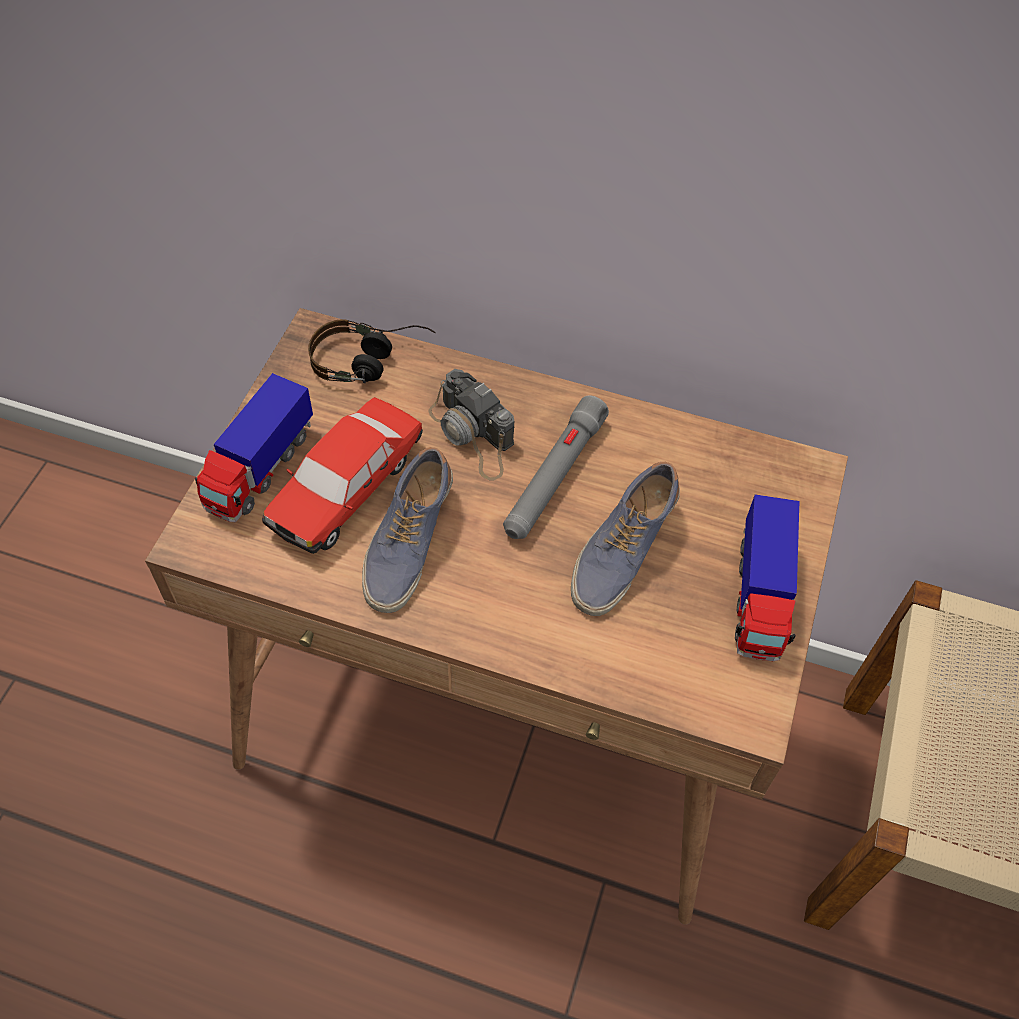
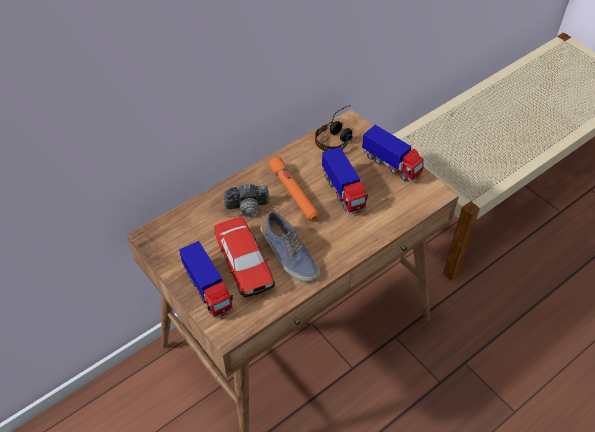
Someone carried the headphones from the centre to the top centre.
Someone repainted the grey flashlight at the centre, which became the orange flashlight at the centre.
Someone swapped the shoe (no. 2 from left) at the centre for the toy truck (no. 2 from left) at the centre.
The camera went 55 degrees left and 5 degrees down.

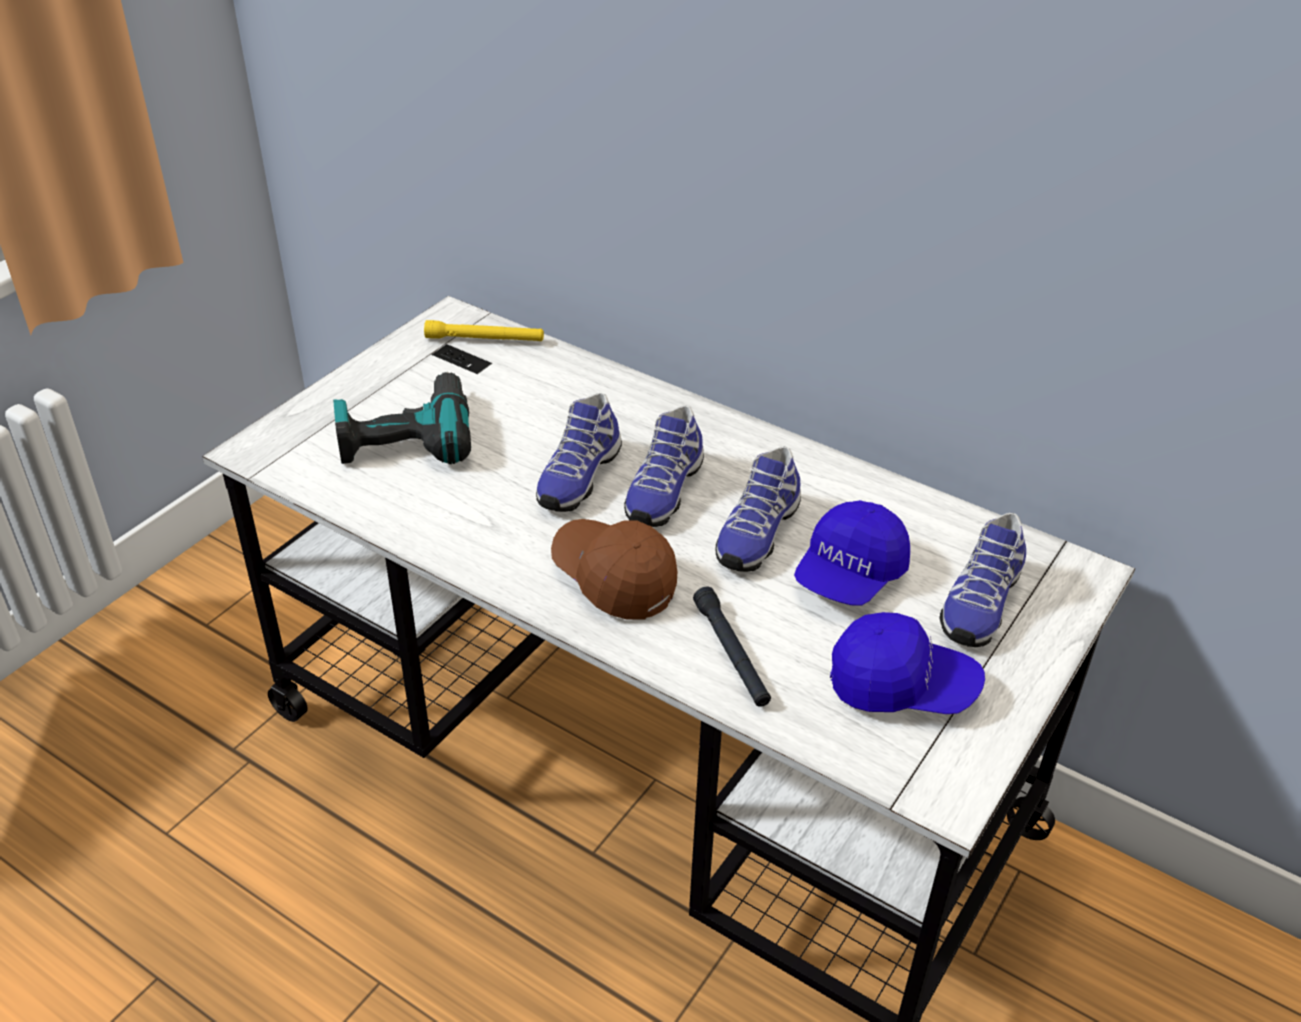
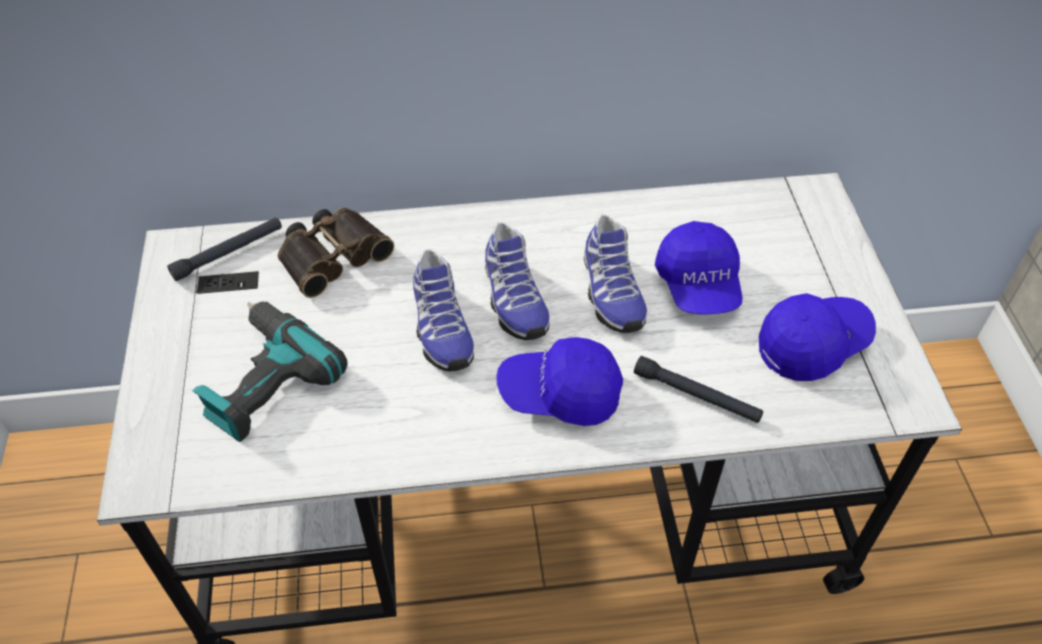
Someone repainted the yellow flashlight at the top centre, which became the black flashlight (no. 1 from left) at the middle left.
Someone took away the shoe (no. 4 from left) at the middle right.
Someone repainted the brown cap at the centre, which became the blue cap (no. 1 from left) at the centre.
Someone put down the binoculars at the middle left.
The camera went 40 degrees left and 10 degrees up.

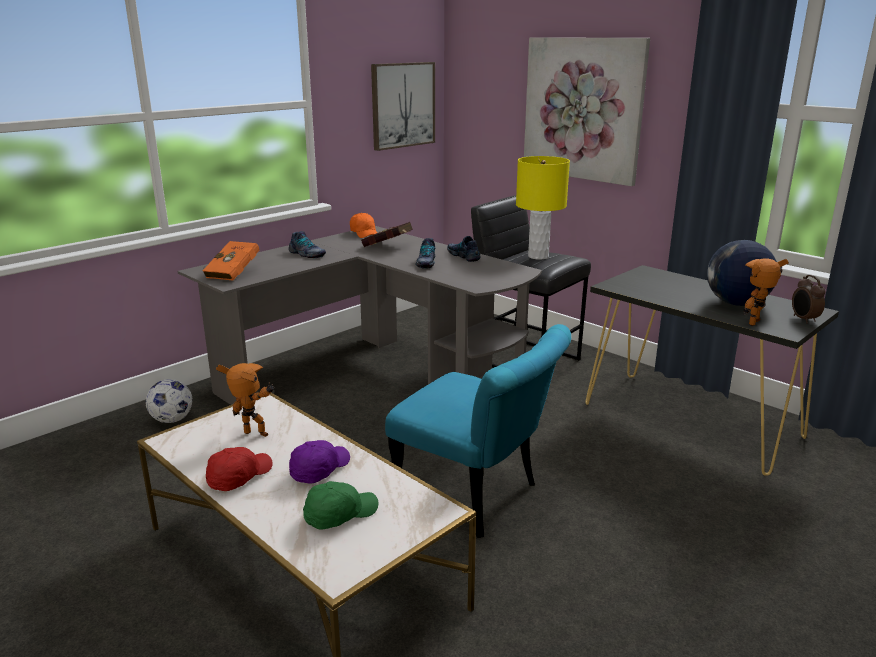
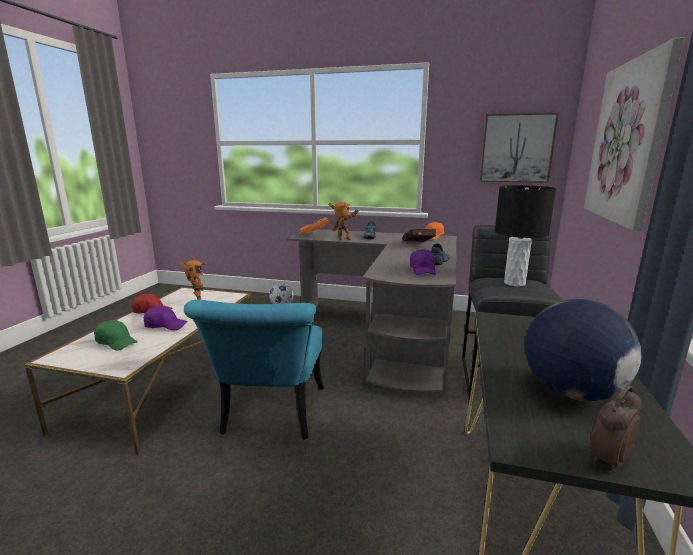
Someone repainted the yellow table lamp at the top centre, which became the black table lamp at the middle right.
Someone took away the shoe (no. 2 from left) at the centre.
Someone carried the toy robot (no. 2 from left) from the middle right to the centre.
Someone put down the purple cap (no. 2 from left) at the centre.
The camera went 60 degrees right and 5 degrees down.

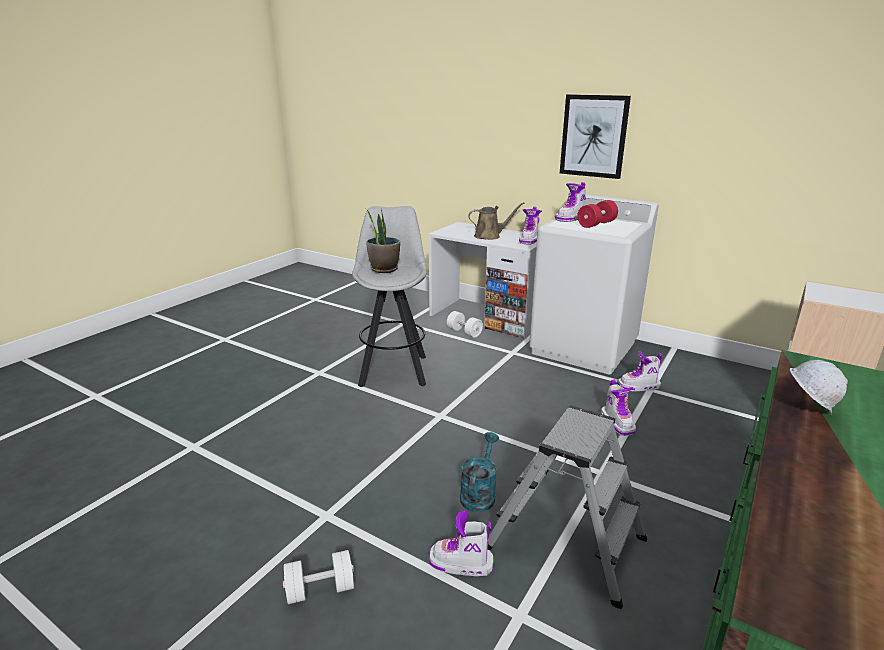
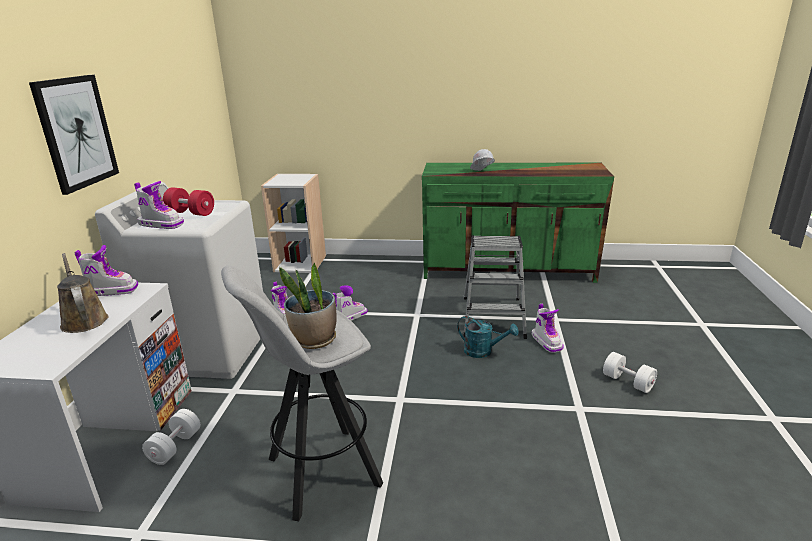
Someone rotated the turquoise watering can at the bottom centre by 150 degrees counterclockwise.
The camera went 115 degrees left and 0 degrees up.

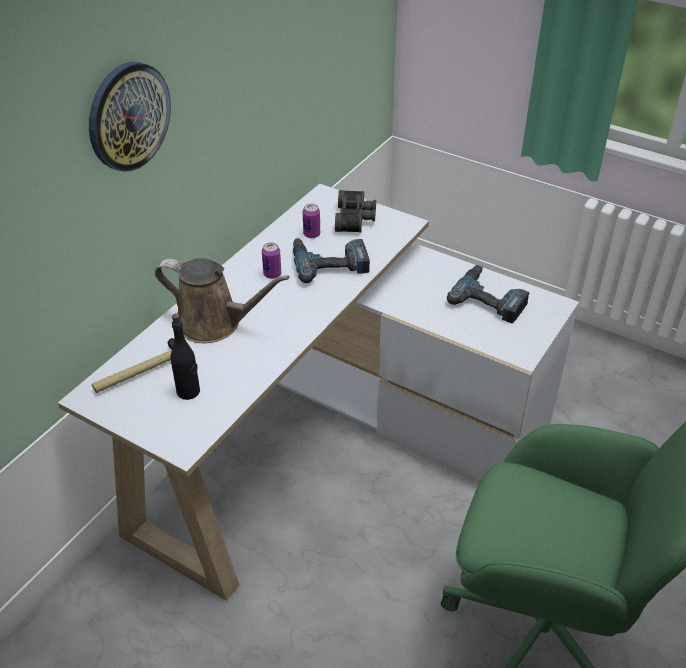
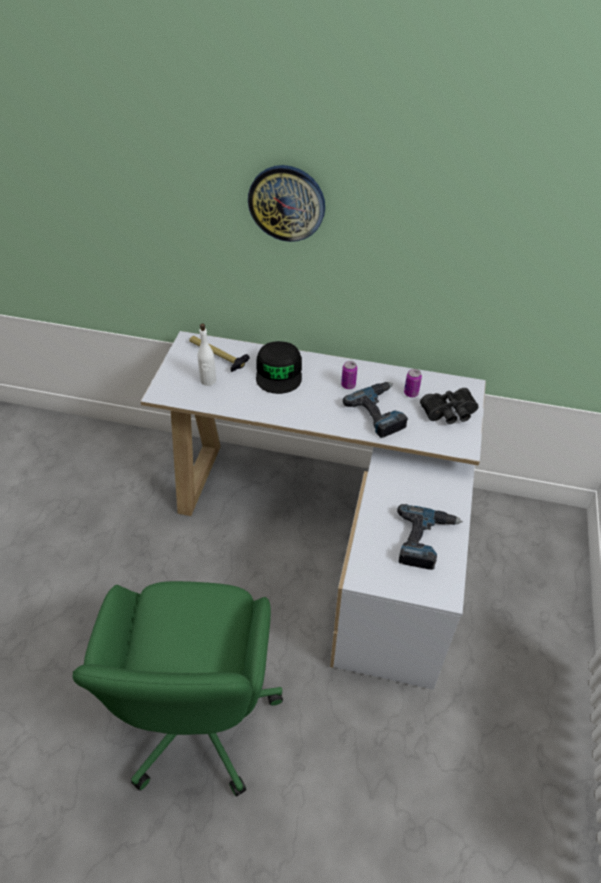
Someone swapped the brown watering can at the middle left for the black cap at the centre.
Someone repainted the black bottle at the middle left, which became the white bottle at the centre.
The camera went 70 degrees right and 5 degrees up.

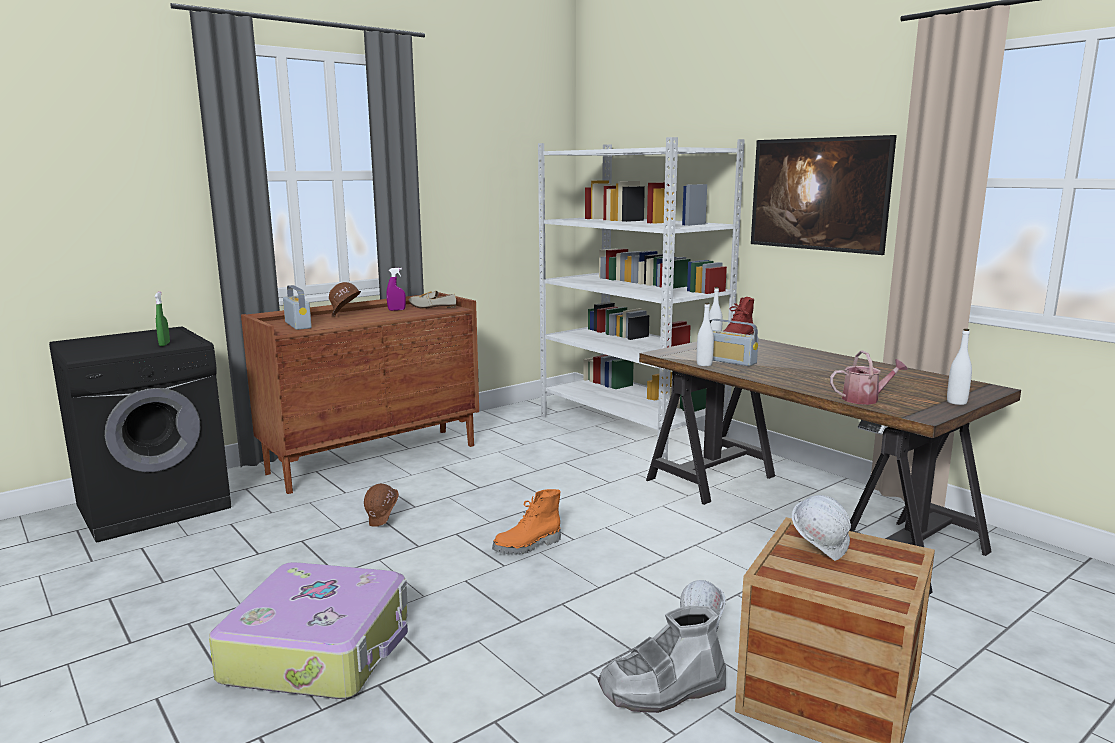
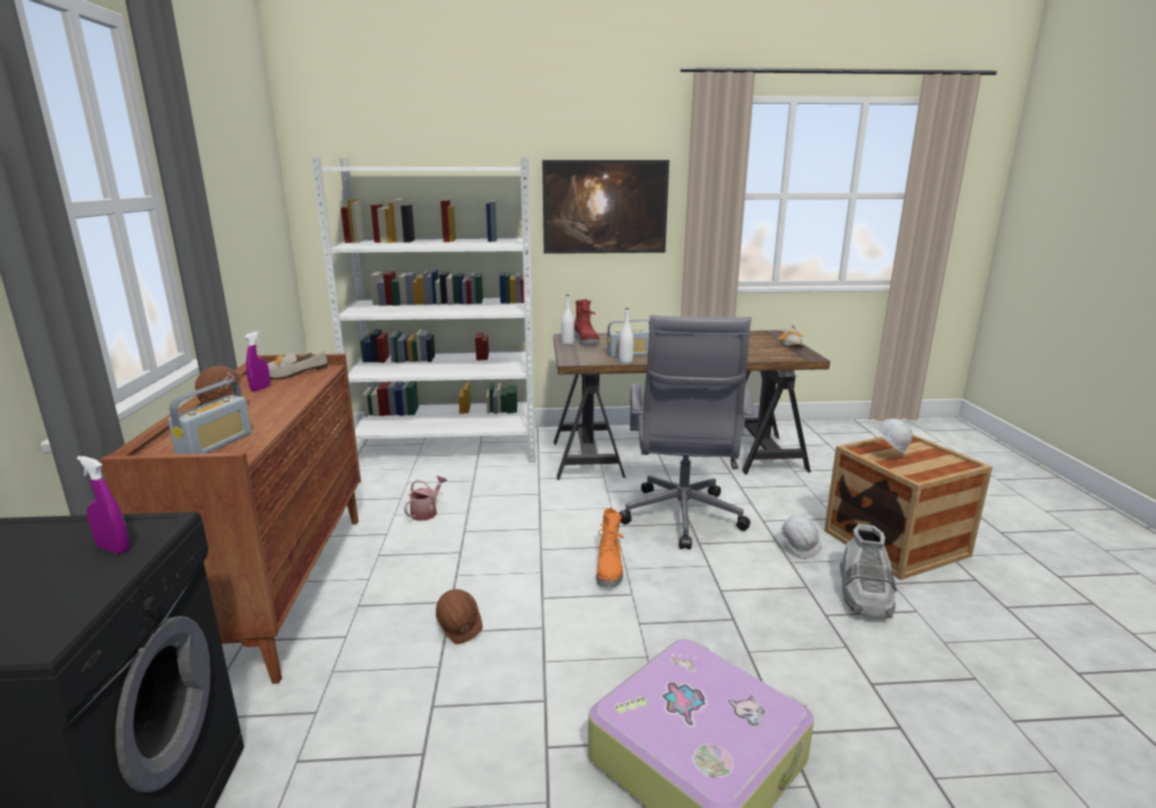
Someone rotated the radio (no. 1 from left) at the middle left by 105 degrees clockwise.
Someone repainted the green spray bottle at the middle left, which became the purple spray bottle (no. 1 from left) at the middle left.
Someone swapped the white bottle (no. 3 from left) at the middle right for the shoe (no. 2 from left) at the middle right.
Someone carried the watering can from the middle right to the centre.
Someone put down the grey office chair at the centre.
The camera went 55 degrees left and 5 degrees up.

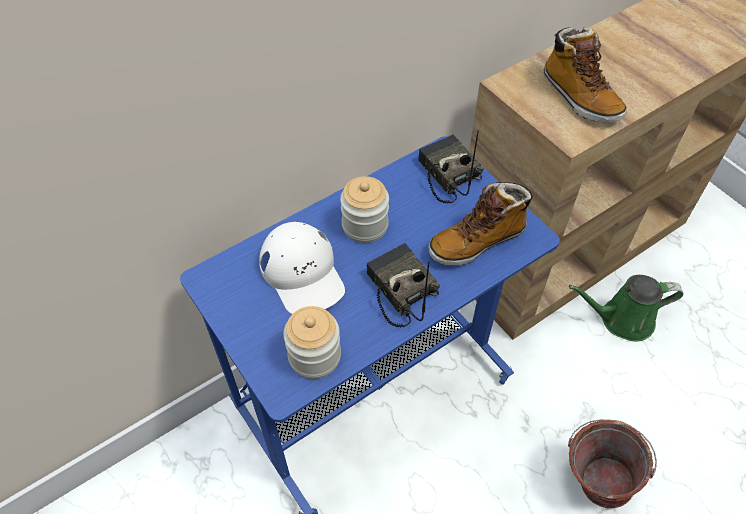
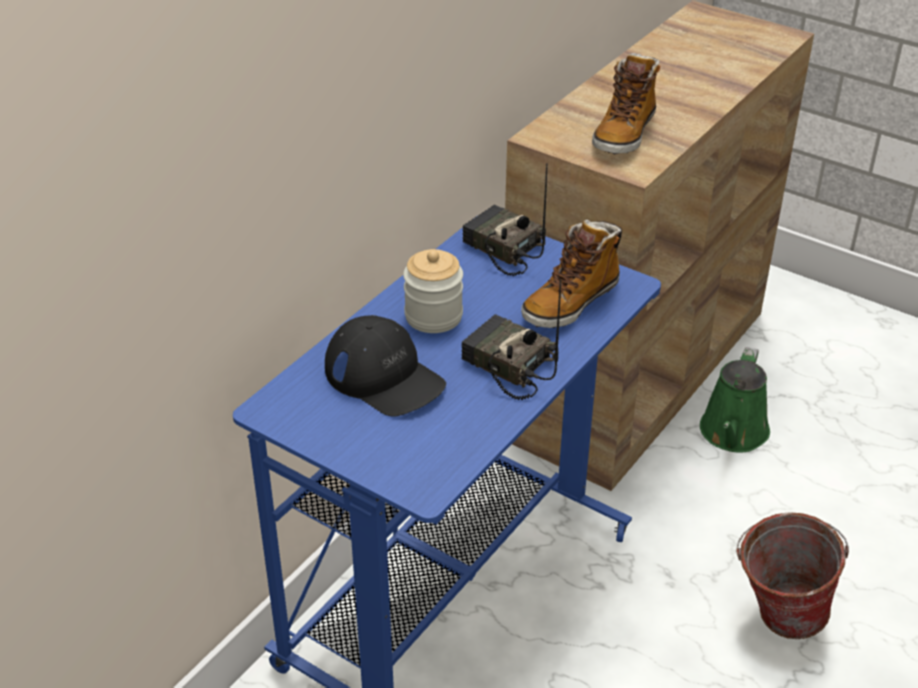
Someone rotated the boot (no. 2 from left) at the top right by 75 degrees clockwise.
Someone repainted the white cap at the centre, which became the black cap at the centre.
Someone rotated the green watering can at the middle right by 45 degrees counterclockwise.
Someone took away the jar (no. 1 from left) at the centre.
The camera went 20 degrees left and 15 degrees down.

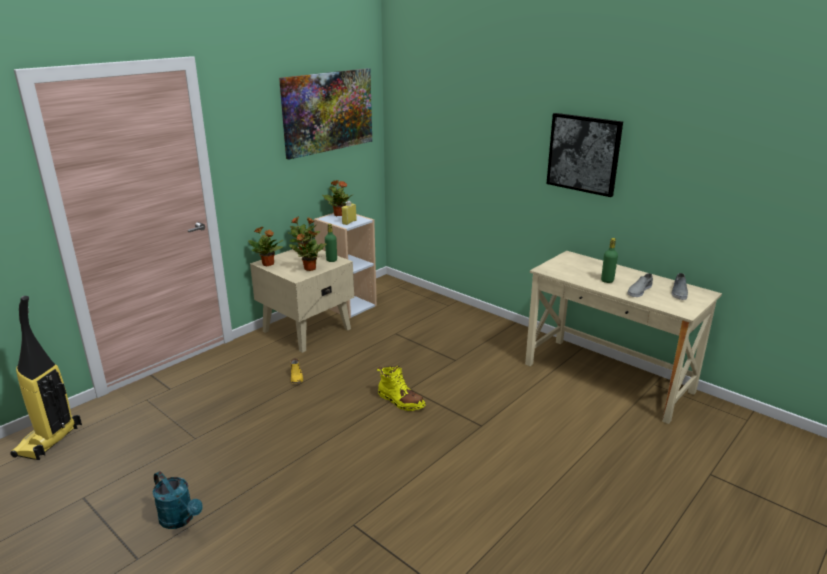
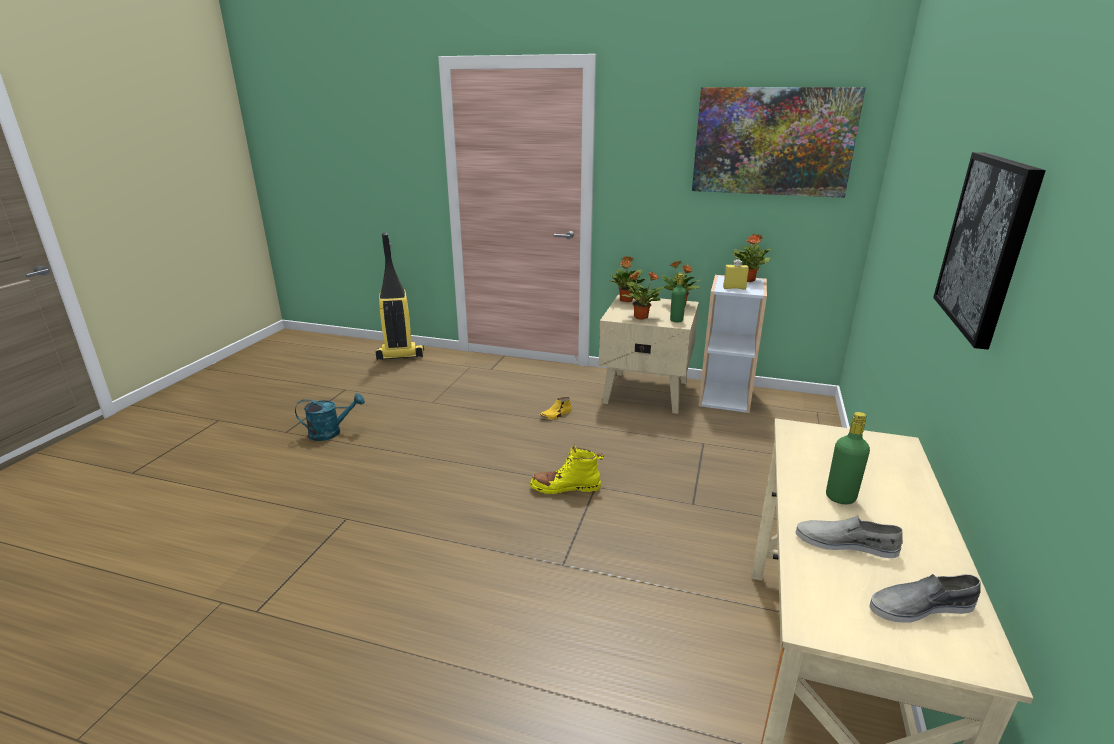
Someone rotated the yellow boot at the bottom centre by 75 degrees clockwise.
Someone rotated the turquoise watering can at the bottom left by 120 degrees counterclockwise.
The camera went 65 degrees right and 0 degrees up.

